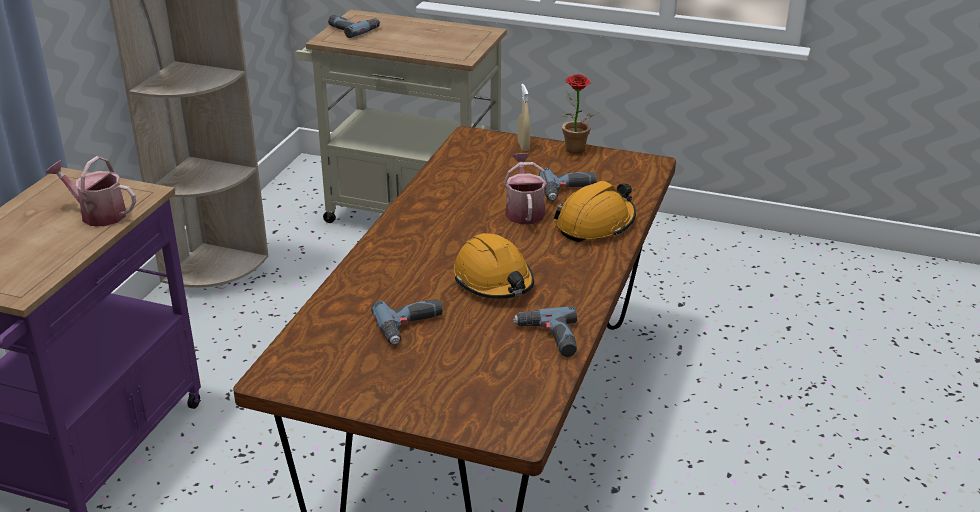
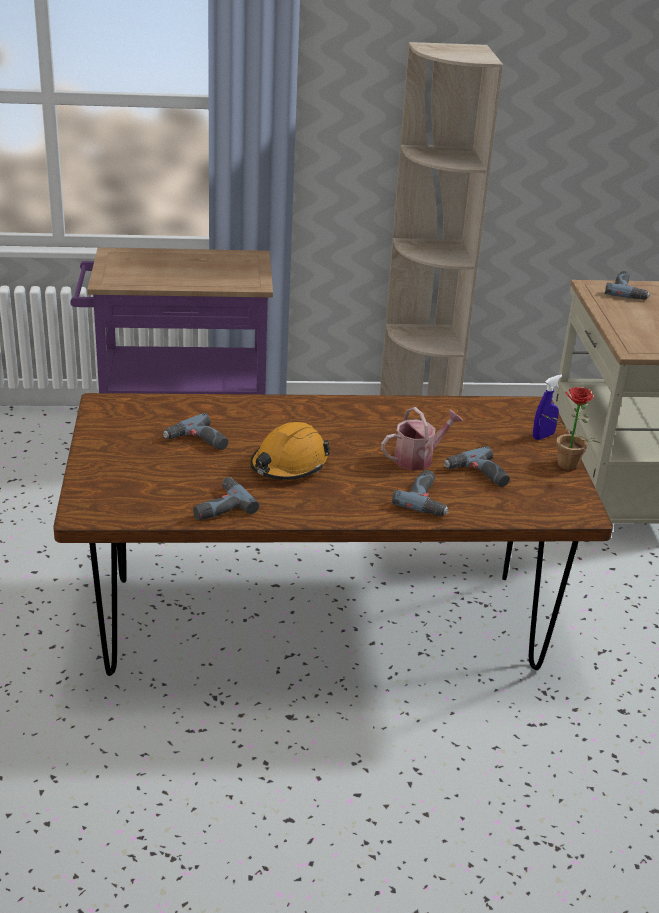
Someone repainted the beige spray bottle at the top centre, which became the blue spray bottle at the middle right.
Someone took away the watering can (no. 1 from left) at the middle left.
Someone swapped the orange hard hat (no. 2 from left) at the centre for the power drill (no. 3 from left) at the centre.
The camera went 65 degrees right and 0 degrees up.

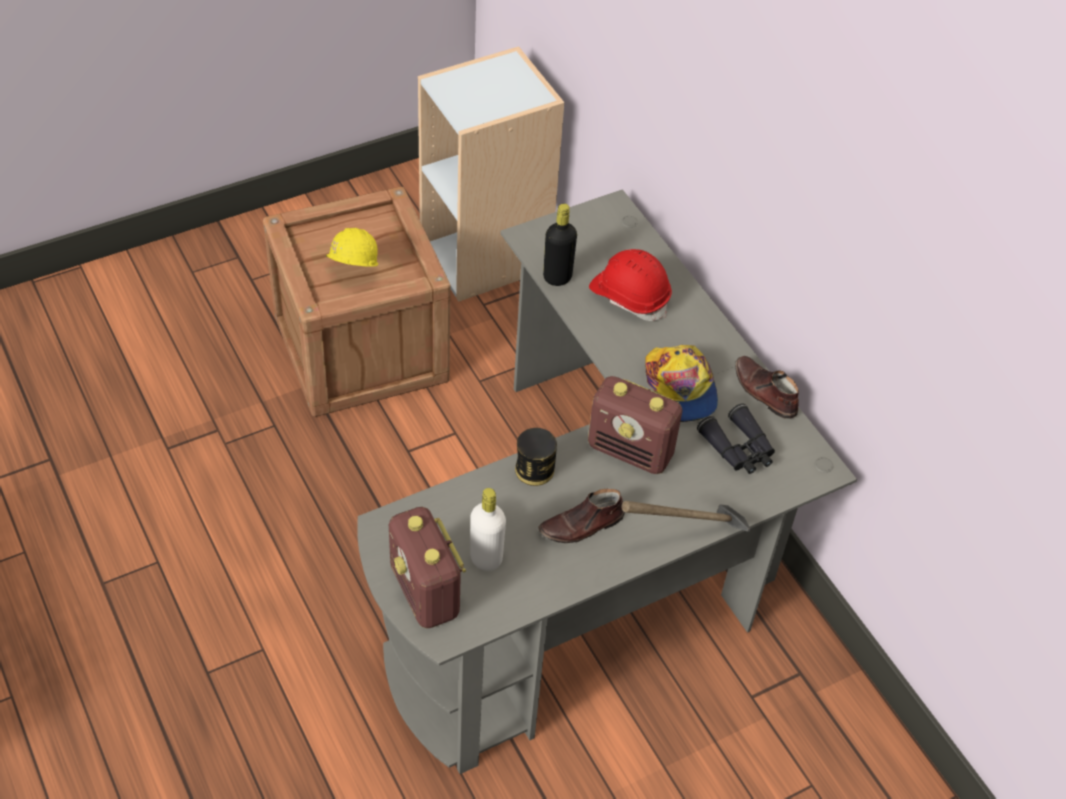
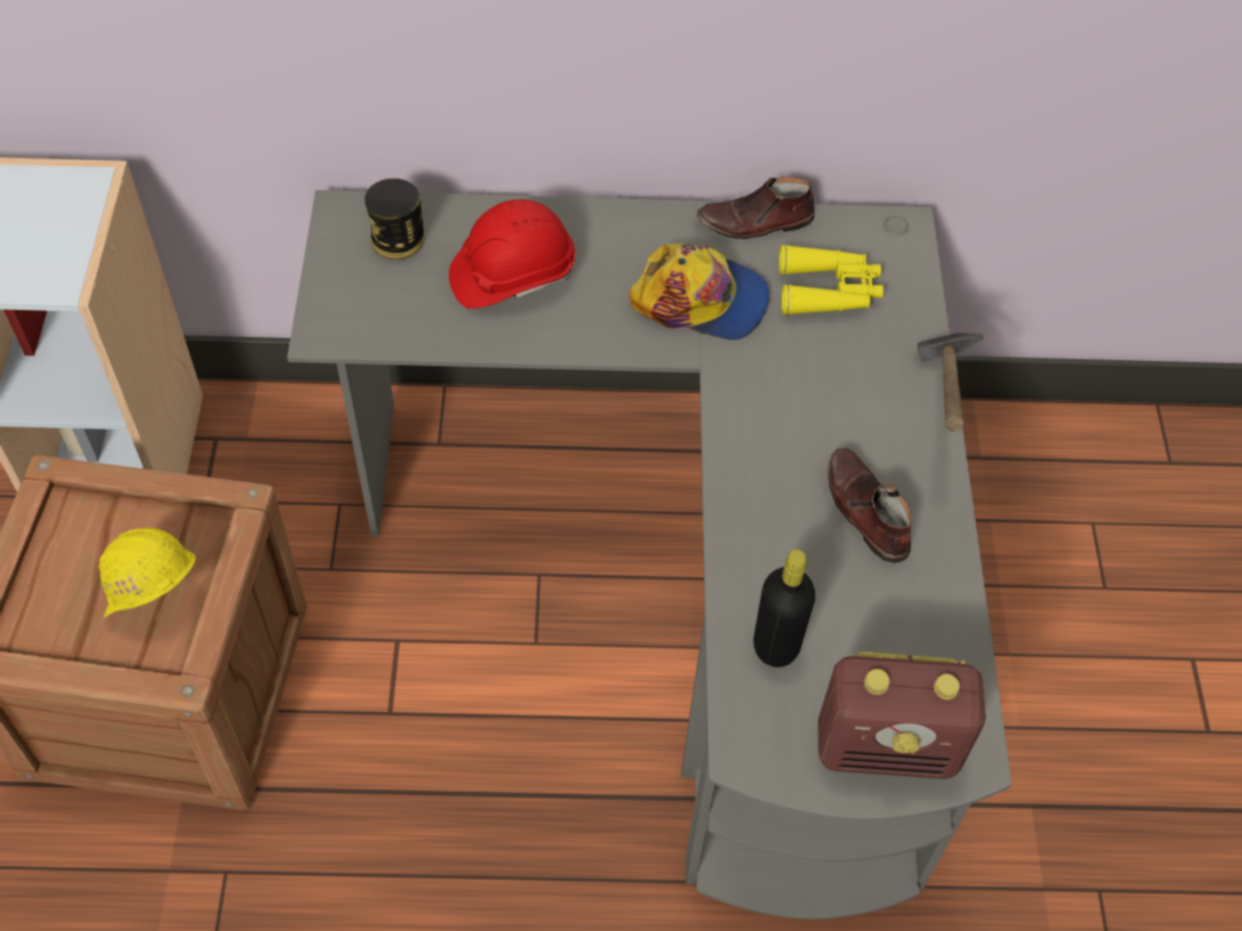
Someone carried the black bottle from the top centre to the centre.
Someone took away the radio (no. 2 from left) at the centre.
Someone repainted the black binoculars at the middle right, which became the yellow binoculars at the top right.
Someone carried the can from the centre to the top left.
Someone took away the white bottle at the centre.
Someone rotated the brown shoe (no. 1 from left in the first image) at the centre by 150 degrees clockwise.
The camera went 60 degrees left and 5 degrees up.

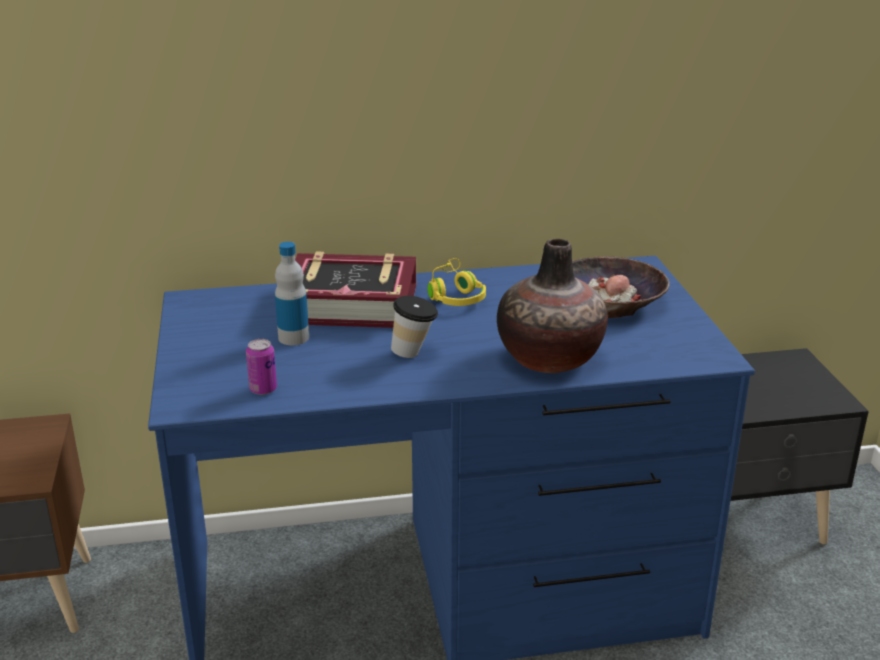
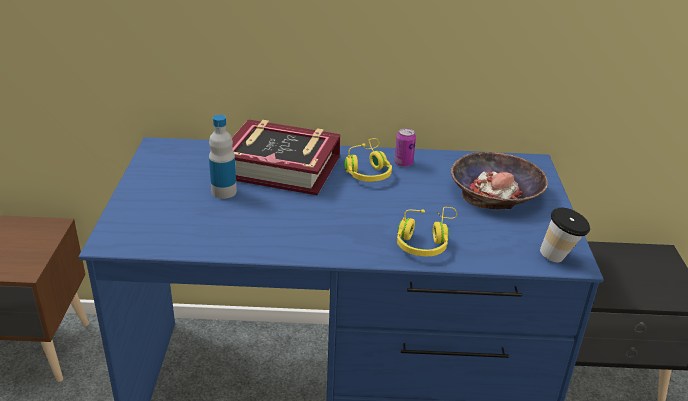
Someone swapped the vase at the centre for the yellow headphones (no. 2 from left) at the centre.
Someone carried the cup from the centre to the middle right.
Someone carried the can from the middle left to the centre.
The camera went 10 degrees right and 5 degrees up.

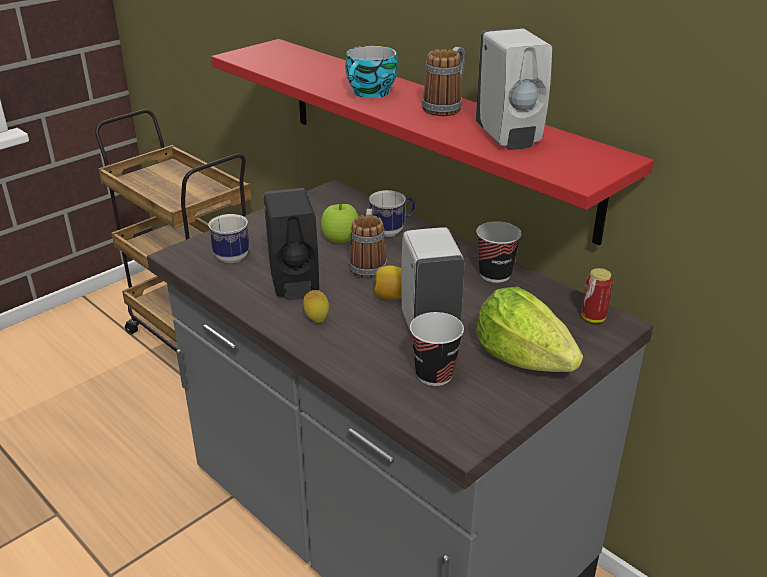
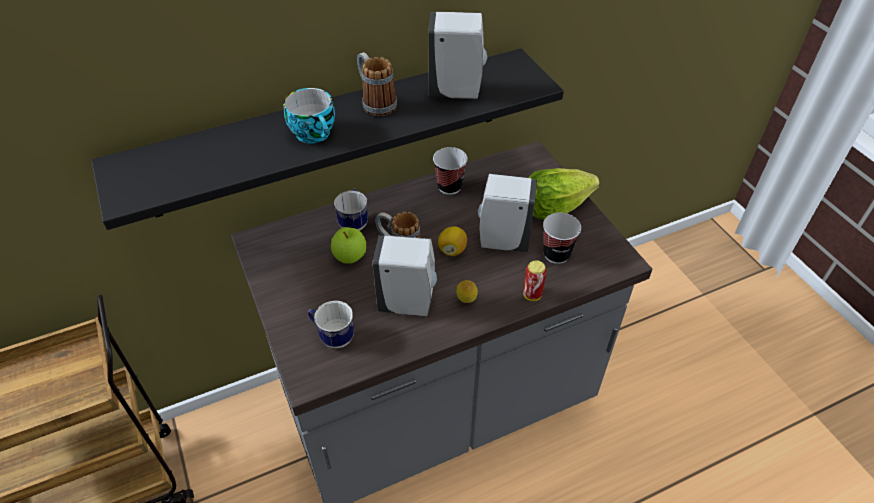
Someone repainted the red shelf at the top centre, which became the black shelf at the top centre.
Someone repainted the black soap dispenser at the centre, which became the white soap dispenser (no. 1 from left) at the centre.
Someone carried the can from the middle right to the centre.
The camera went 70 degrees left and 15 degrees up.

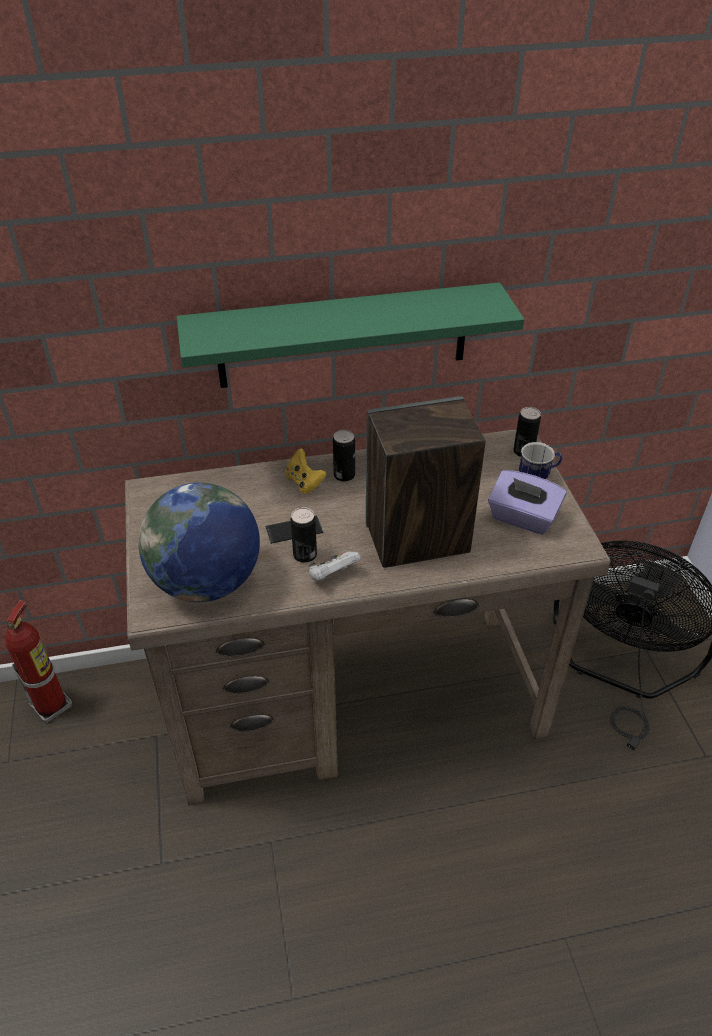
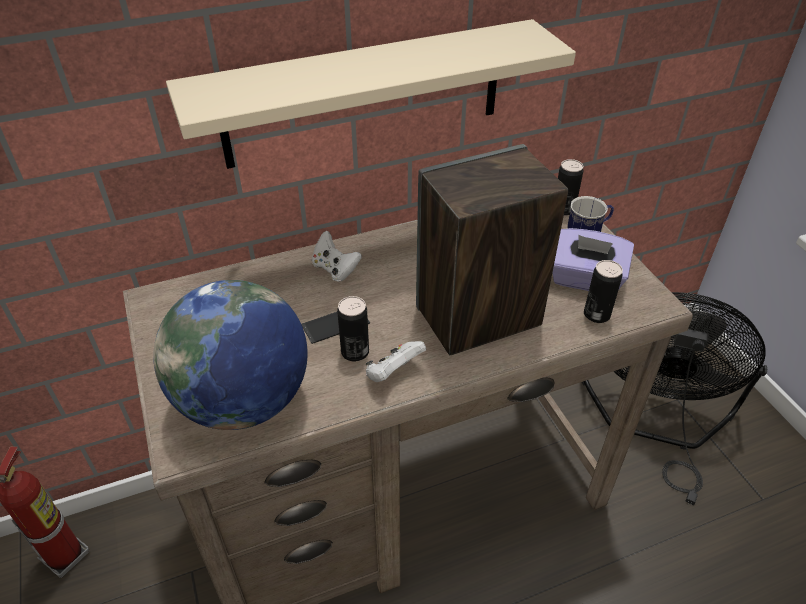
Someone repainted the green shelf at the top centre, which became the beige shelf at the top centre.
Someone carried the can (no. 2 from left in the first image) from the centre to the middle right.
Someone repainted the yellow game controller at the centre, which became the white game controller (no. 1 from left) at the centre.
The camera went 10 degrees left and 0 degrees up.

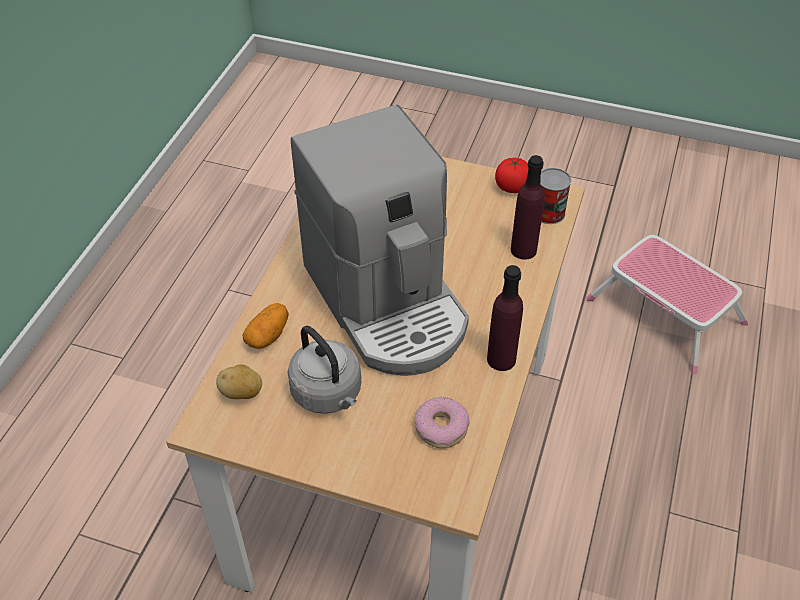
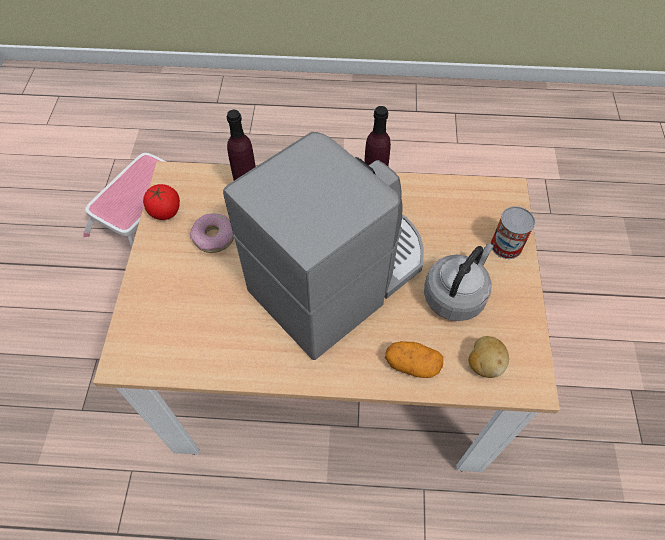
Someone carried the can from the top right to the middle right.
Someone carried the donut from the bottom centre to the middle left.
The camera went 105 degrees left and 10 degrees up.

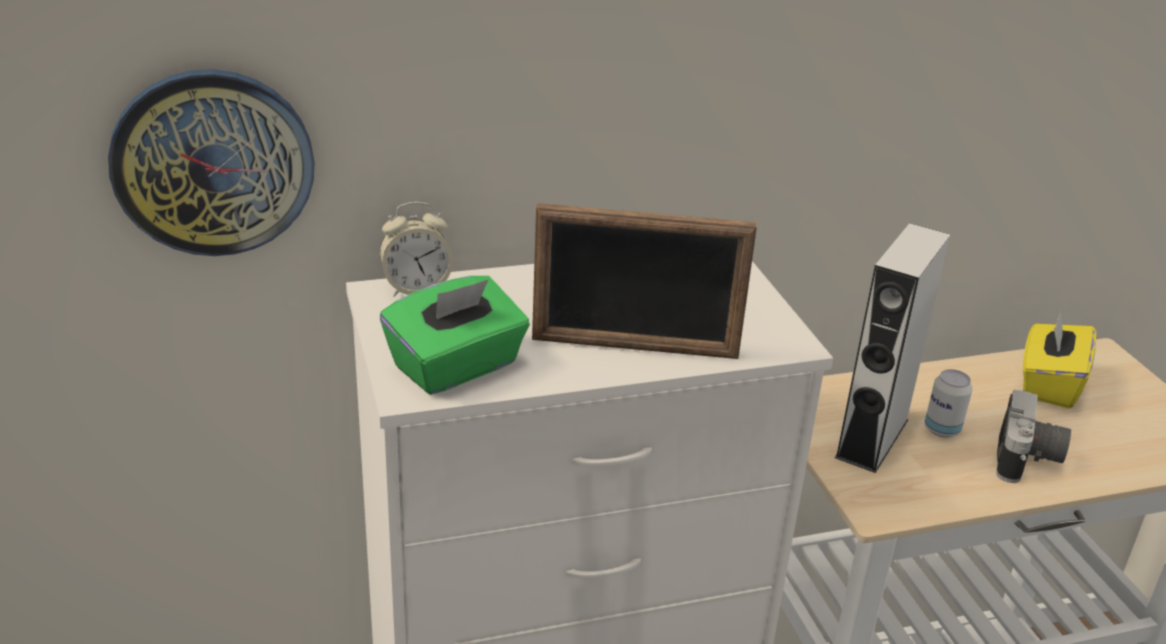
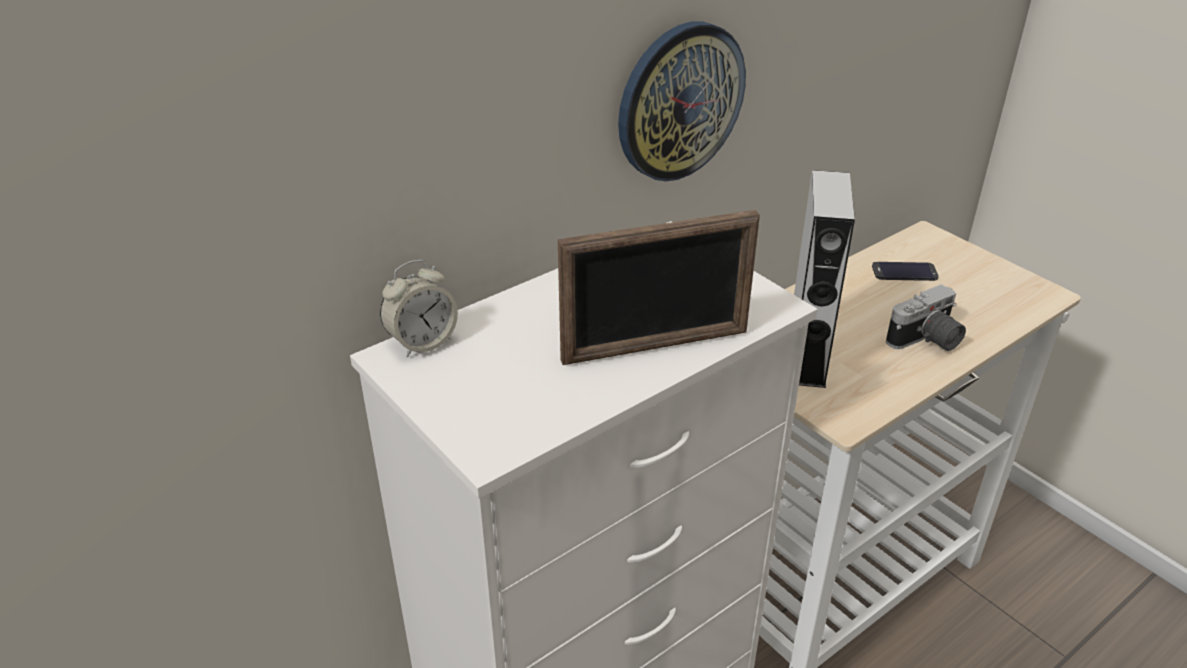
Someone carried the wall clock from the top left to the top centre.
Someone took away the green tissue box at the centre.
Someone swapped the yellow tissue box at the middle right for the phone at the middle right.
Someone took away the can at the middle right.
Someone rotated the photo camera at the bottom right by 60 degrees clockwise.
The camera went 20 degrees left and 5 degrees up.

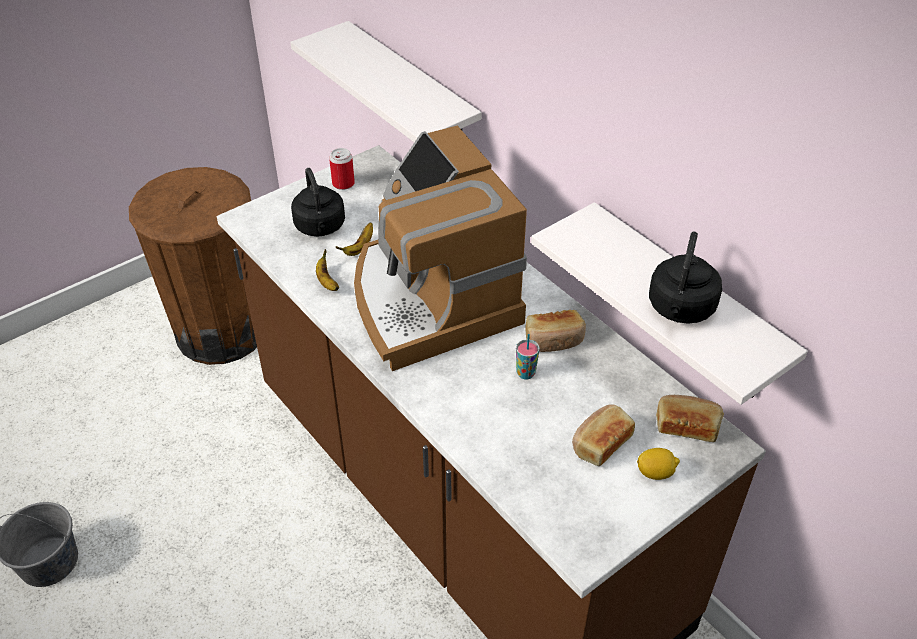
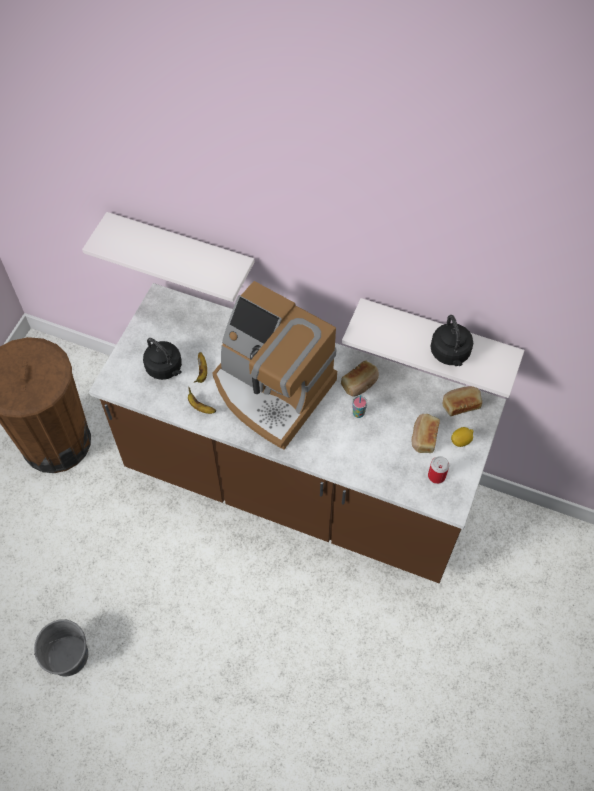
Someone carried the can from the top centre to the middle right.
The camera went 30 degrees left and 15 degrees up.

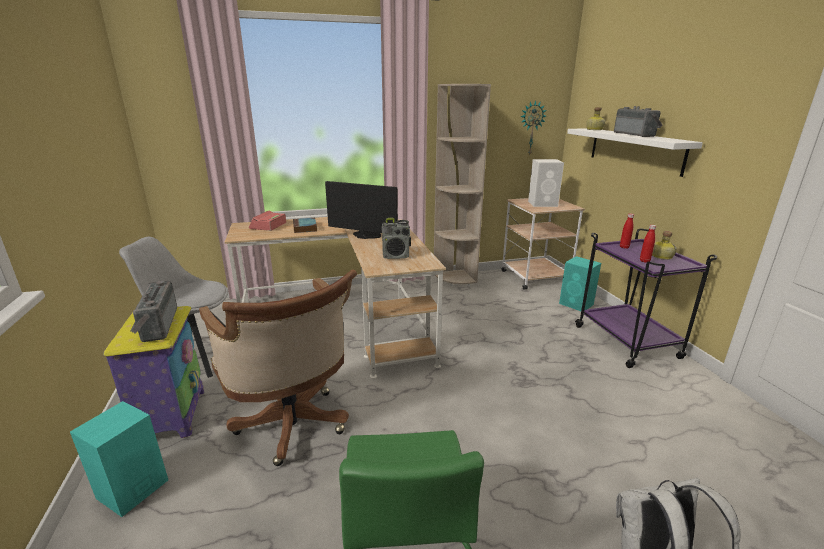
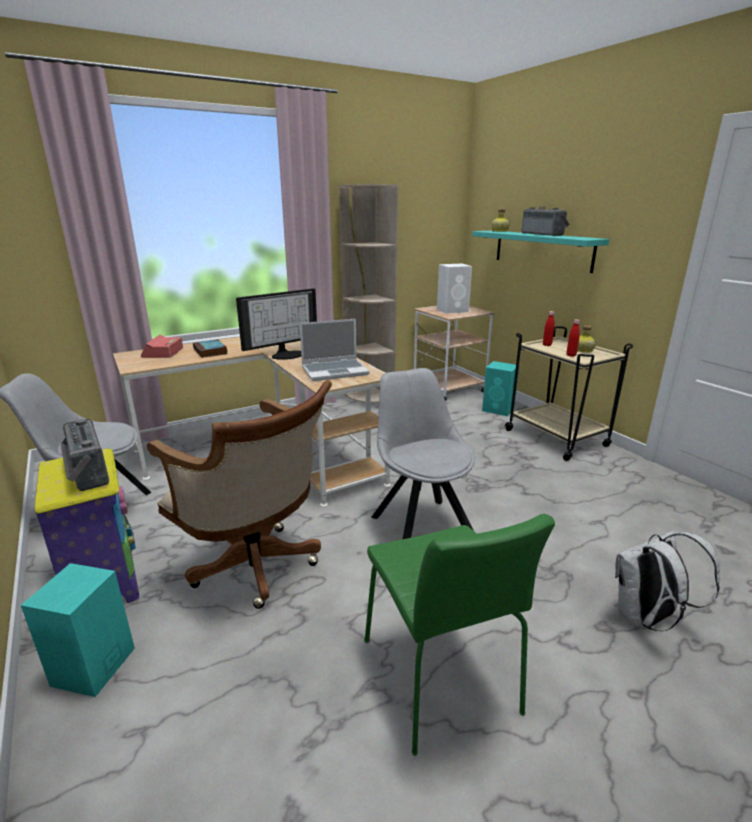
Someone took away the wall clock at the top centre.
Someone repainted the white shelf at the top right, which became the turquoise shelf at the top right.
Someone rotated the monitor at the centre by 135 degrees clockwise.
Someone swapped the radio (no. 2 from left) at the centre for the laptop at the centre.
Someone repainted the purple cart at the middle right, which became the beige cart (no. 2 from left) at the middle right.
Someone put down the grey chair (no. 2 from left) at the centre.
The camera went 15 degrees left and 0 degrees up.

